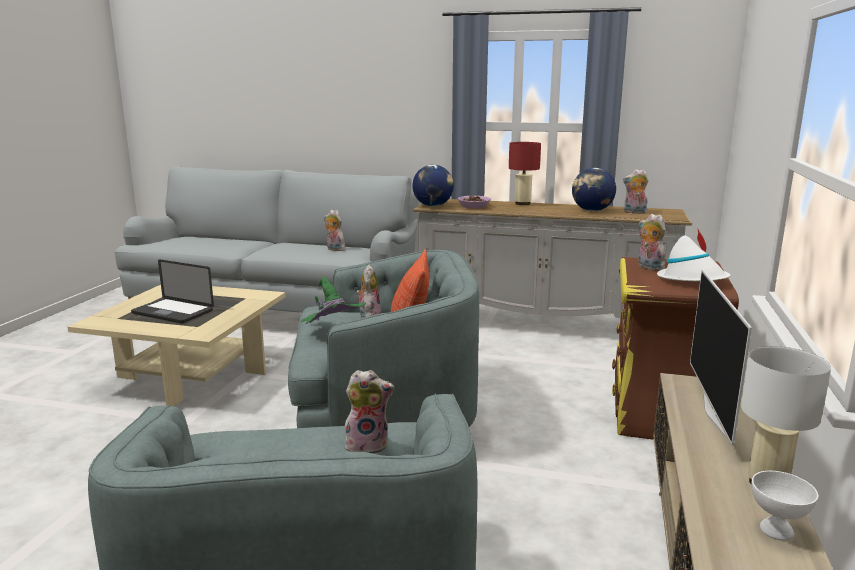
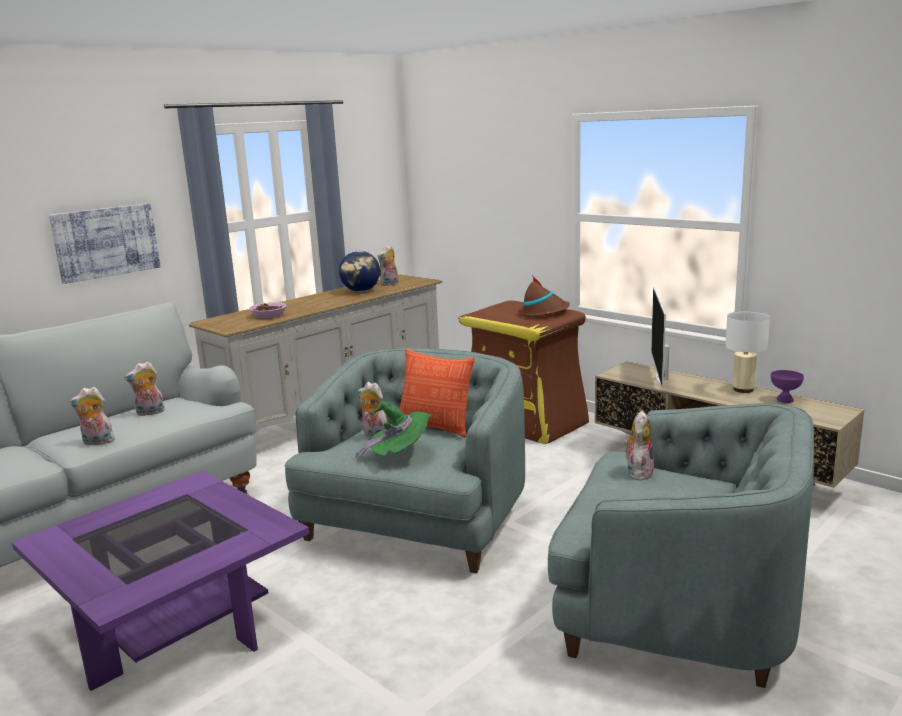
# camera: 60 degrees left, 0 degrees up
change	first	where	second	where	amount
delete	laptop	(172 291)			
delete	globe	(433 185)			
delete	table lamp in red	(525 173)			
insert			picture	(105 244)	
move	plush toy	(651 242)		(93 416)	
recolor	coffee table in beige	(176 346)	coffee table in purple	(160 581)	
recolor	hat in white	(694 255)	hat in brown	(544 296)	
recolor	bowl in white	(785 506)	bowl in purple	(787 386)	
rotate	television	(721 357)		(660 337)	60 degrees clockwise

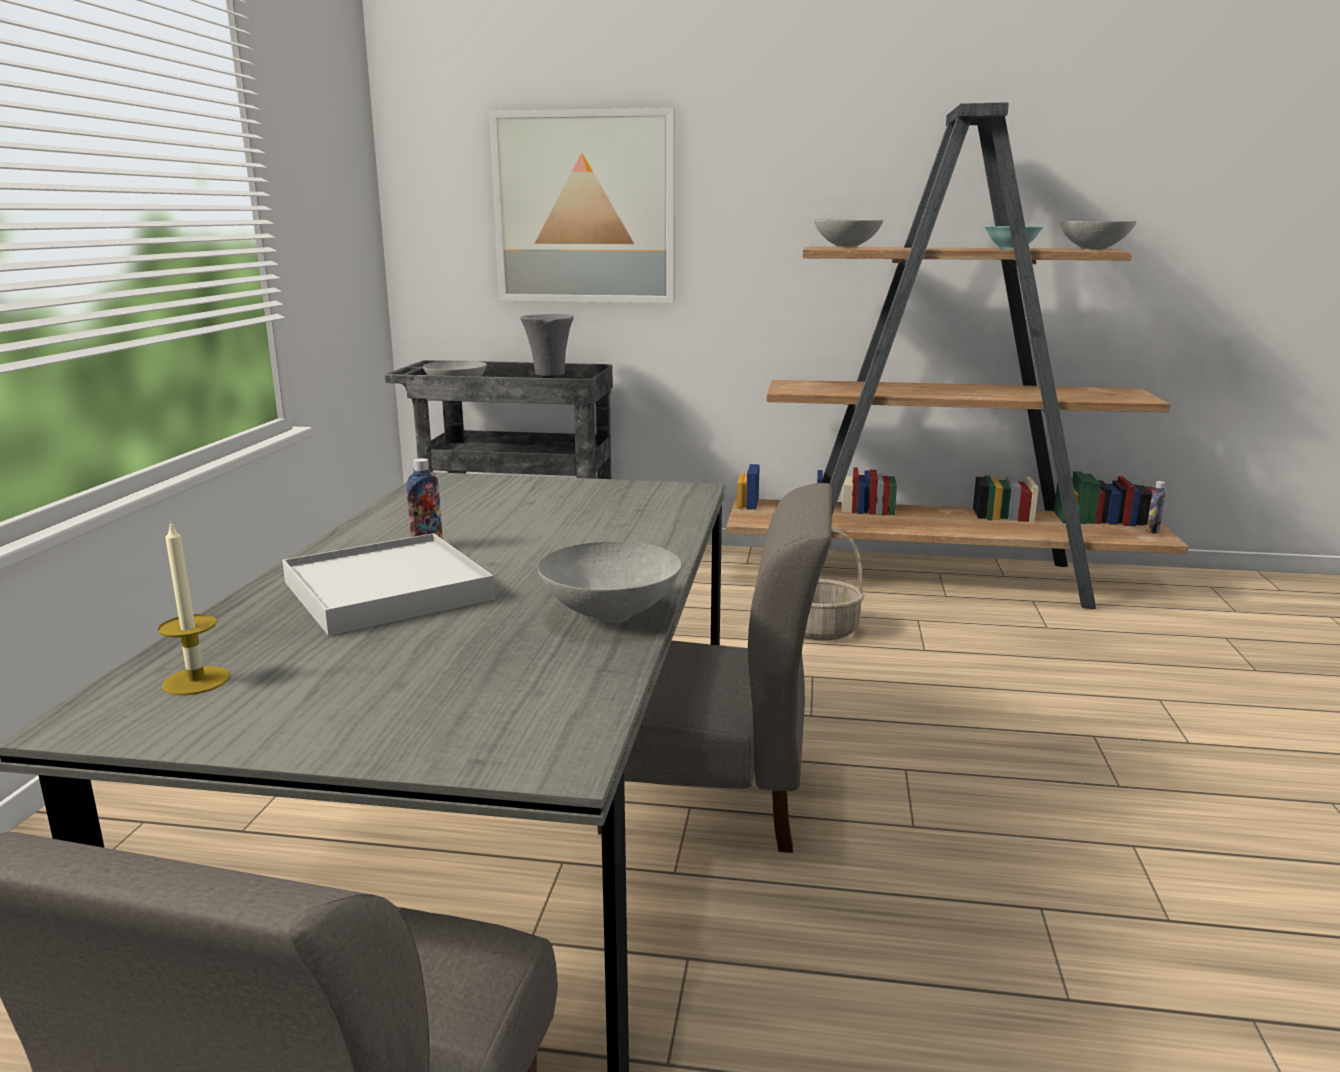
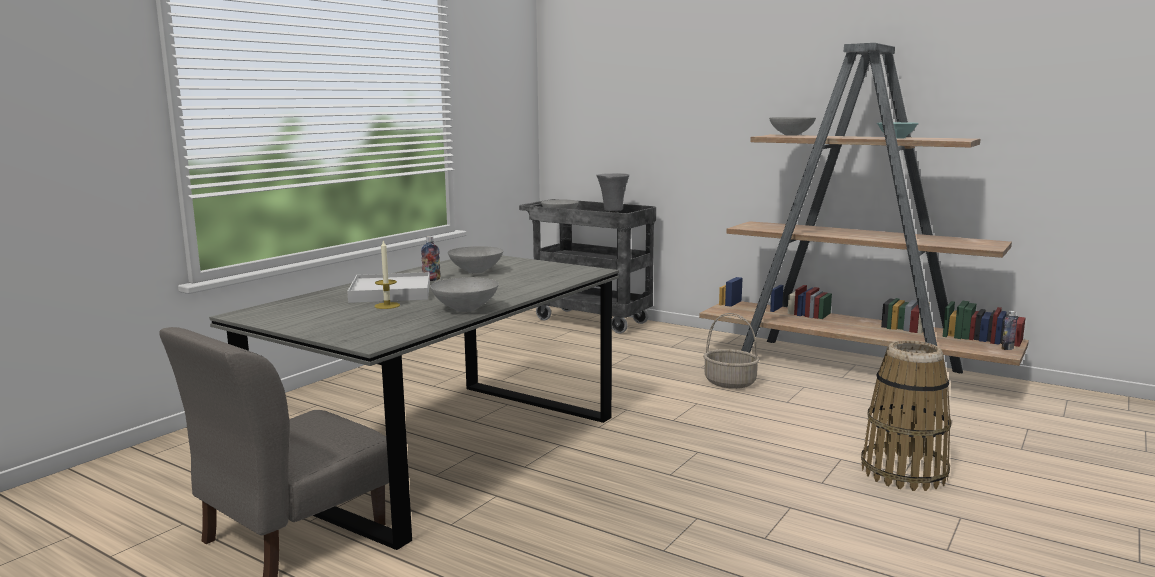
# camera: 25 degrees right, 5 degrees down
change	first	where	second	where	amount
delete	picture	(582 205)			
delete	chair in grey	(714 668)			
insert			basket	(906 415)	
move	candle	(193 608)		(387 275)	
move	bowl in grey	(1098 235)		(475 259)	

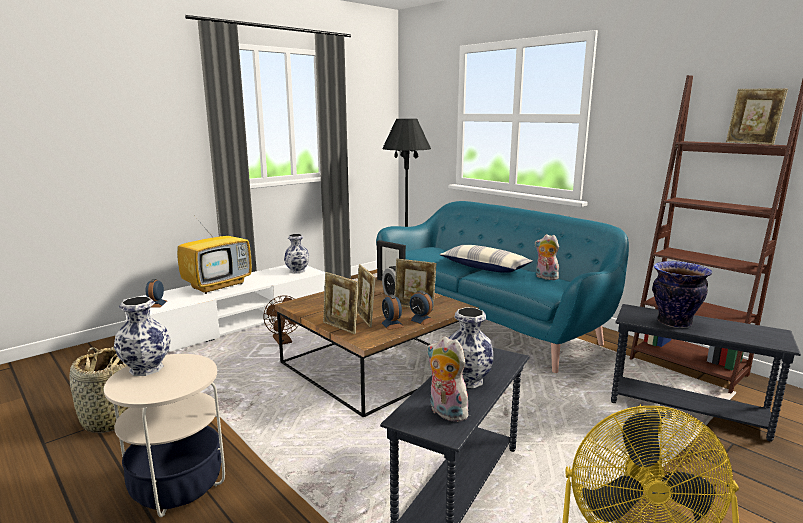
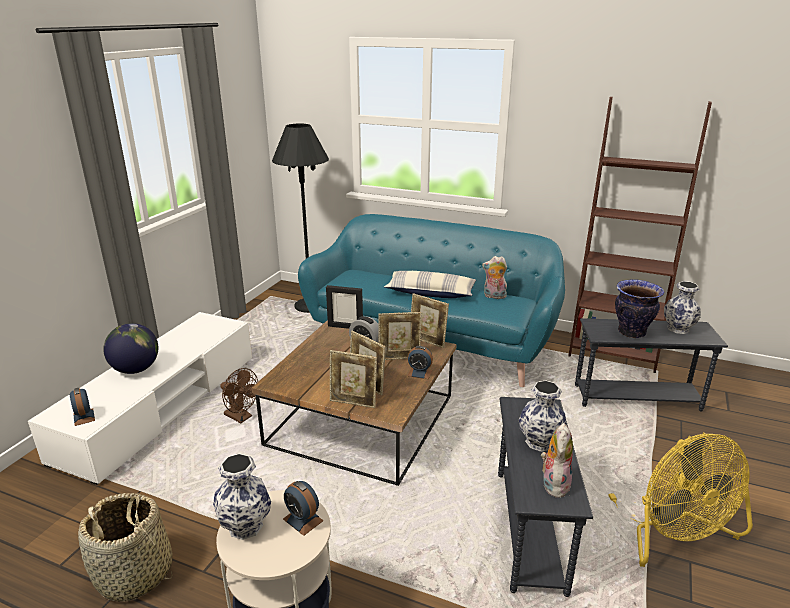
# camera: 25 degrees left, 10 degrees up
change	first	where	second	where	amount
move	vase	(296 254)		(682 307)	
move	alarm clock	(392 312)		(303 508)	
move	picture frame	(757 116)		(430 320)	
replace	television	(214 251)	globe	(130 348)	
rotate	plush toy	(447 379)		(557 460)	90 degrees clockwise

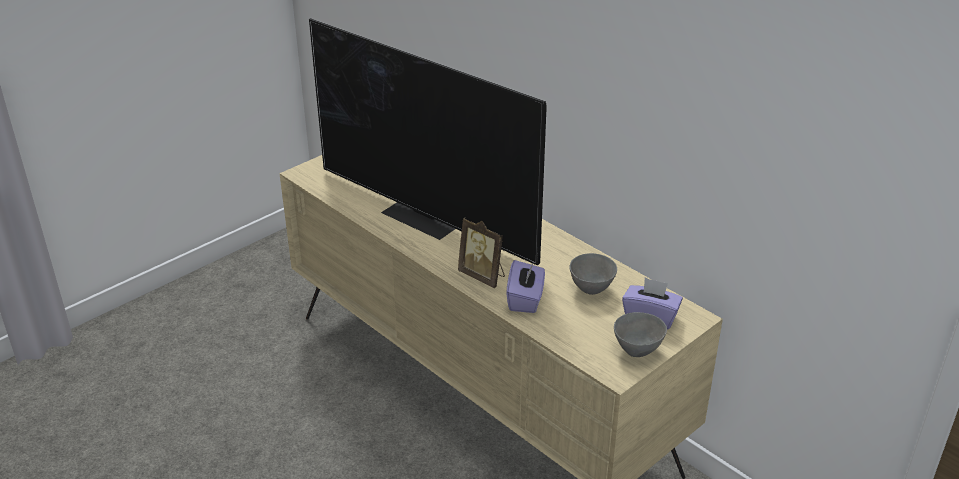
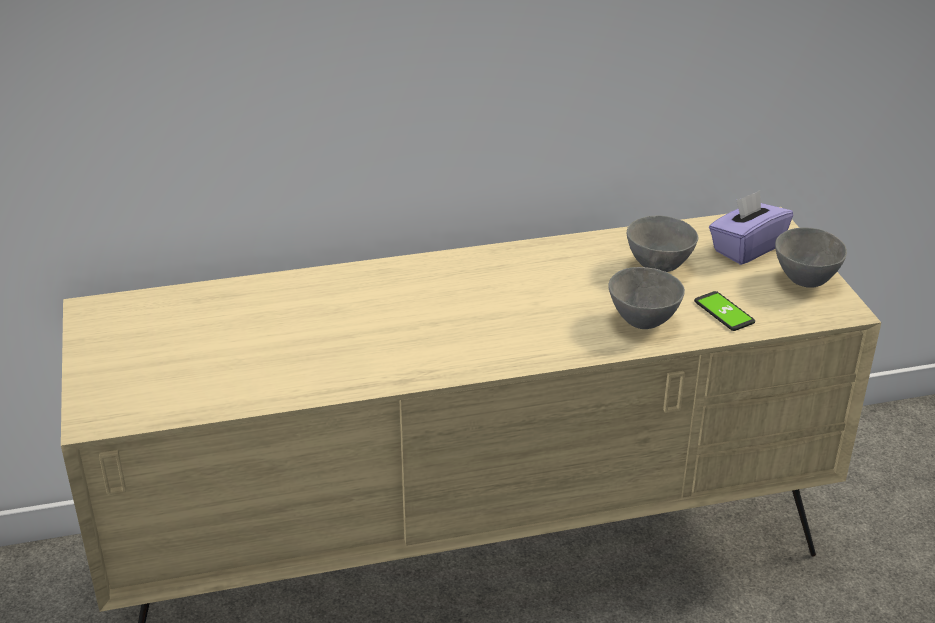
# camera: 60 degrees left, 0 degrees up
change	first	where	second	where	amount
delete	television	(428 141)			
delete	picture frame	(481 253)			
insert			phone	(724 311)	
replace	tissue box in purple	(526 286)	bowl in grey	(646 298)	

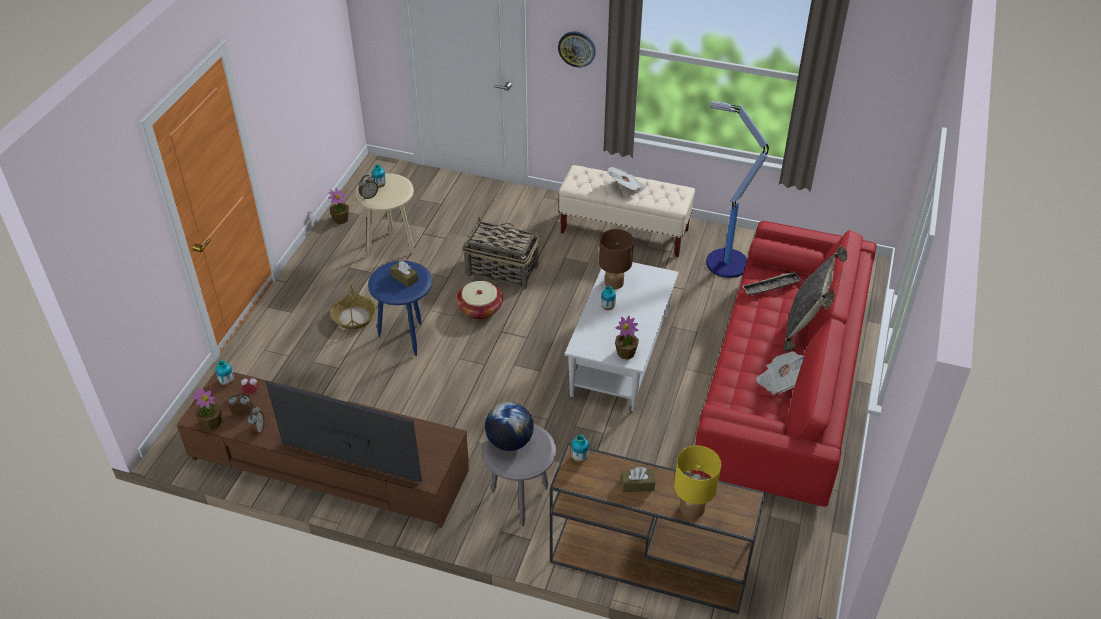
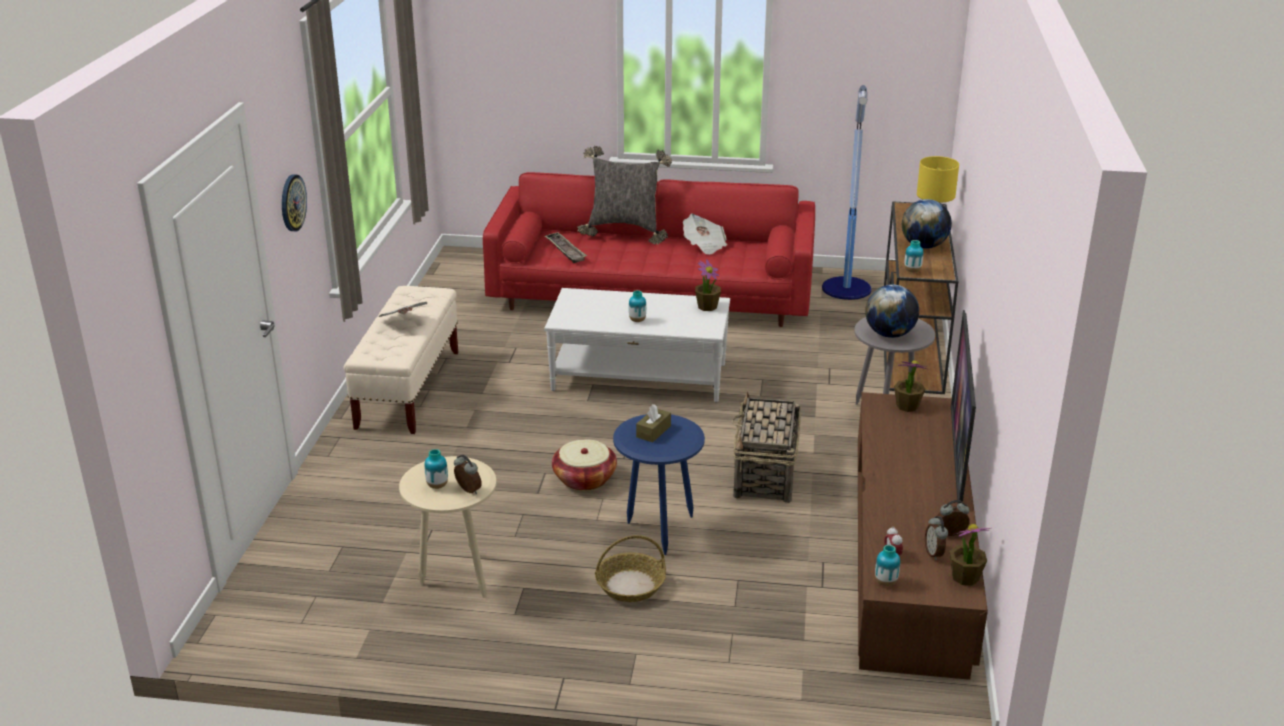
# camera: 100 degrees left, 15 degrees down
change	first	where	second	where	amount
delete	table lamp in brown	(616 259)			
move	potted plant	(338 206)		(910 386)	
move	basket	(501 253)		(766 447)	
move	floor lamp	(737 189)		(846 192)	
replace	tissue box in brown	(638 479)	globe	(927 224)	

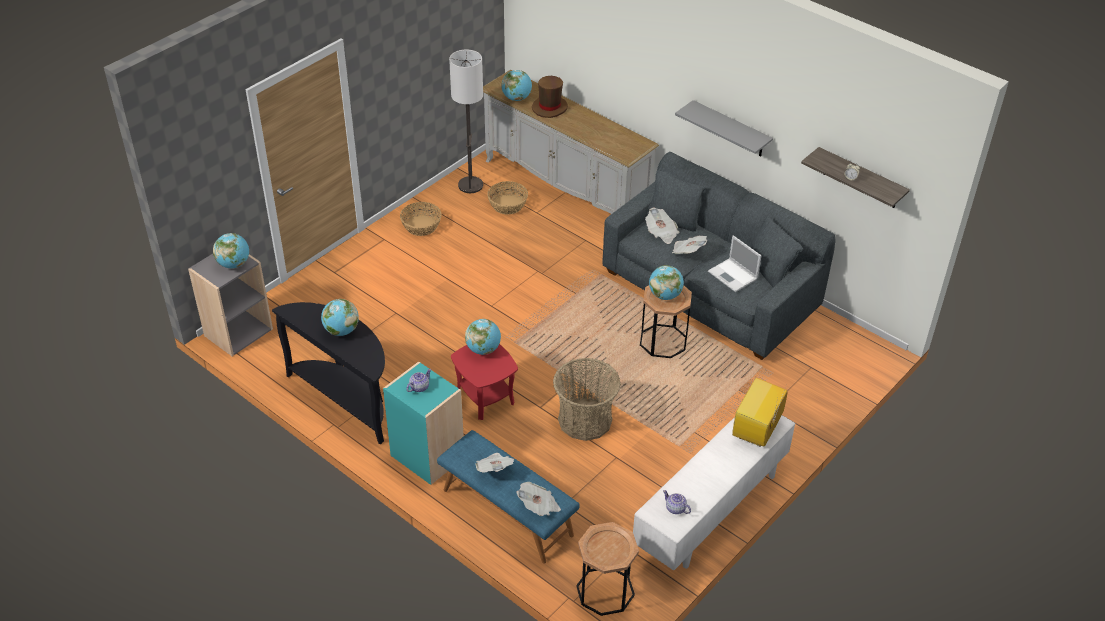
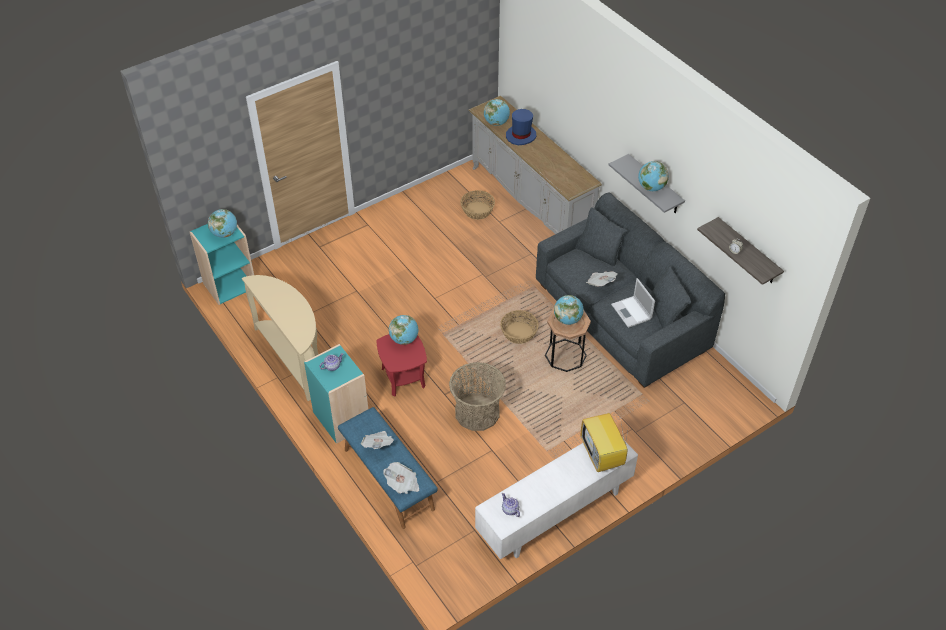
# camera: 15 degrees right, 5 degrees up
change	first	where	second	where	amount
delete	floor lamp	(466 121)			
delete	side table in brown	(607 569)			
delete	newspaper	(662 226)			
move	globe	(340 317)		(653 176)	
move	basket	(420 219)		(519 327)	
recolor	bookcase in grey	(230 305)	bookcase in turquoise	(222 264)	
recolor	console table in black	(328 373)	console table in beige	(280 338)	
recolor	hat in brown	(550 97)	hat in blue	(521 127)	
rotate	television	(760 412)		(605 442)	60 degrees counterclockwise

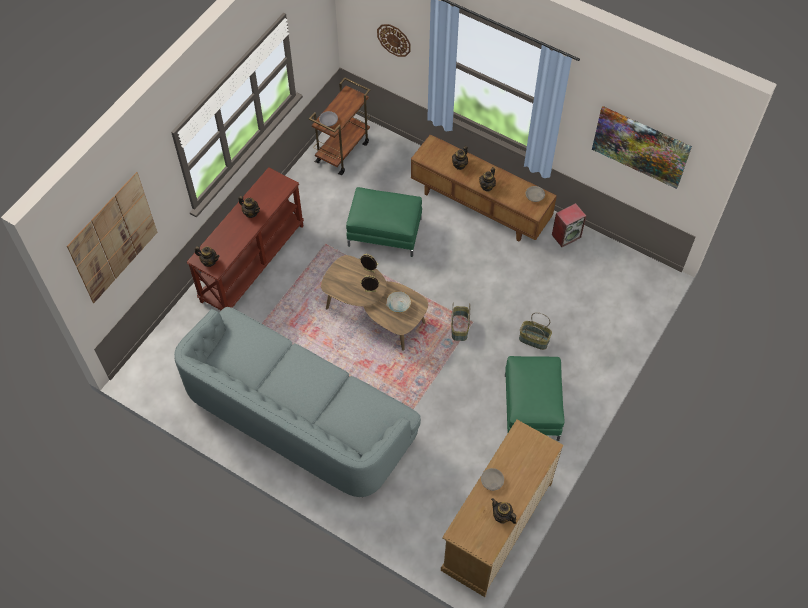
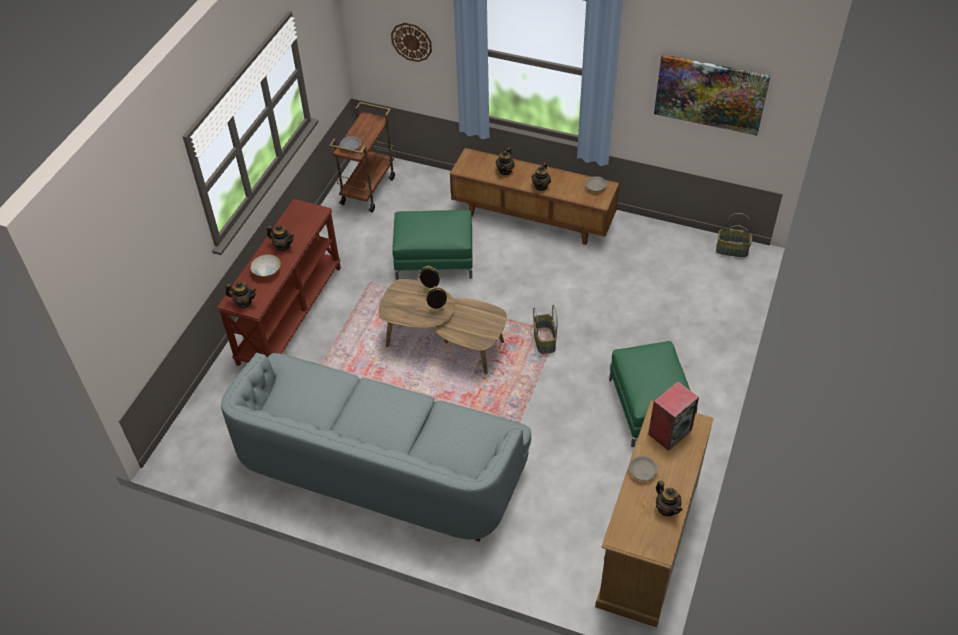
# camera: 10 degrees left, 10 degrees down
change	first	where	second	where	amount
delete	picture	(112 237)			
move	bowl	(398 302)		(265 266)	
move	basket	(535 331)		(734 235)	
move	speaker	(569 225)		(673 416)	
rotate	teapot	(503 511)		(669 498)	150 degrees counterclockwise

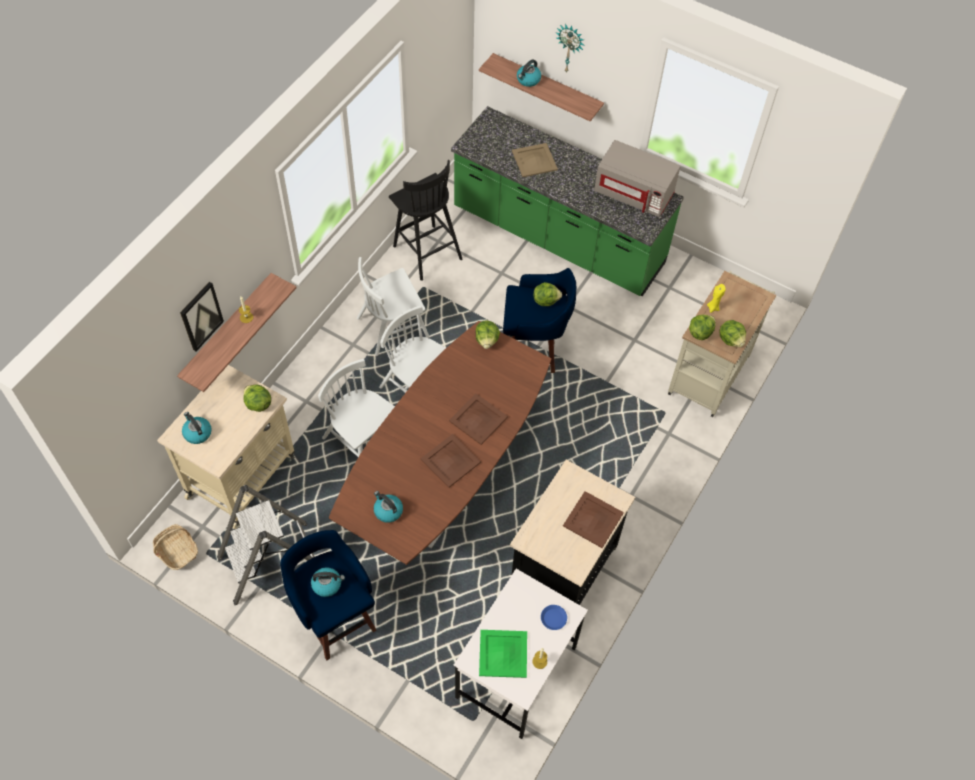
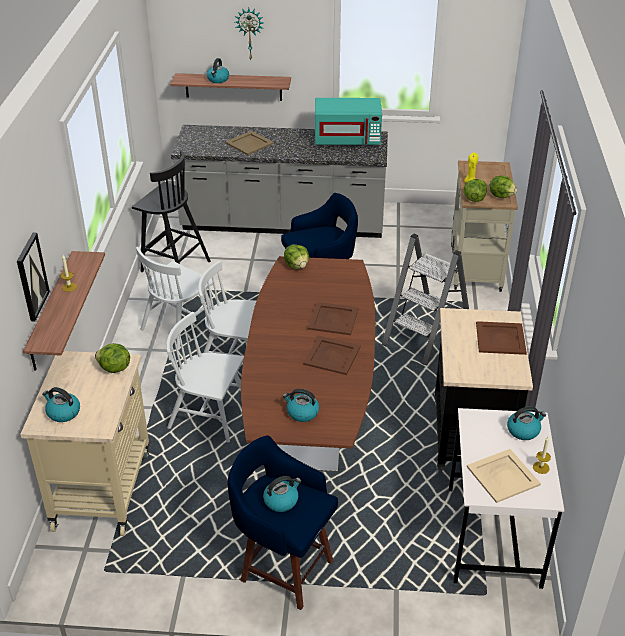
# camera: 25 degrees left, 20 degrees down
change	first	where	second	where	amount
delete	basket	(175 547)			
delete	lettuce	(548 294)			
move	step ladder in grey	(266 545)		(425 299)	
replace	plate in blue	(554 617)	kettle	(526 423)	
recolor	counter in green	(567 201)	counter in grey	(279 181)	
recolor	tray in green	(503 654)	tray in beige	(504 476)	
recolor	microwave in grey	(637 178)	microwave in turquoise	(348 121)	

